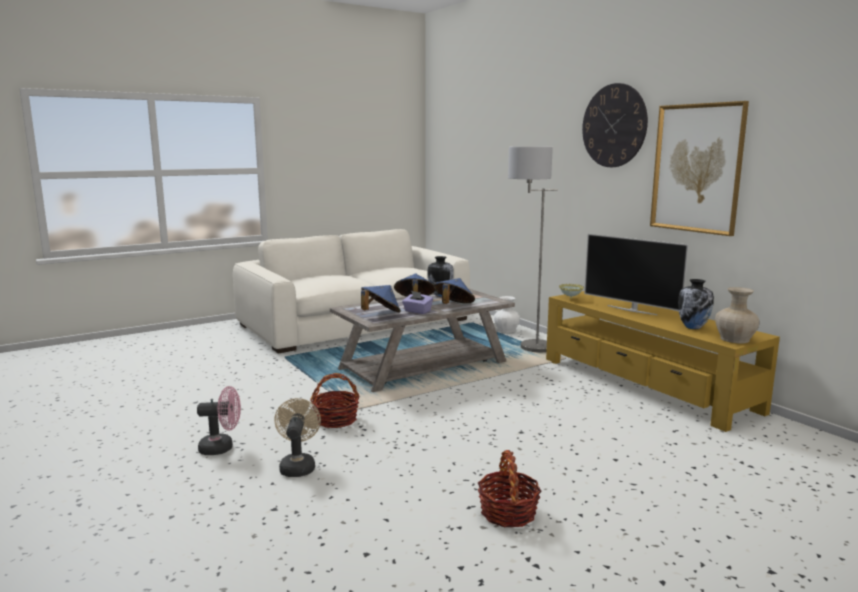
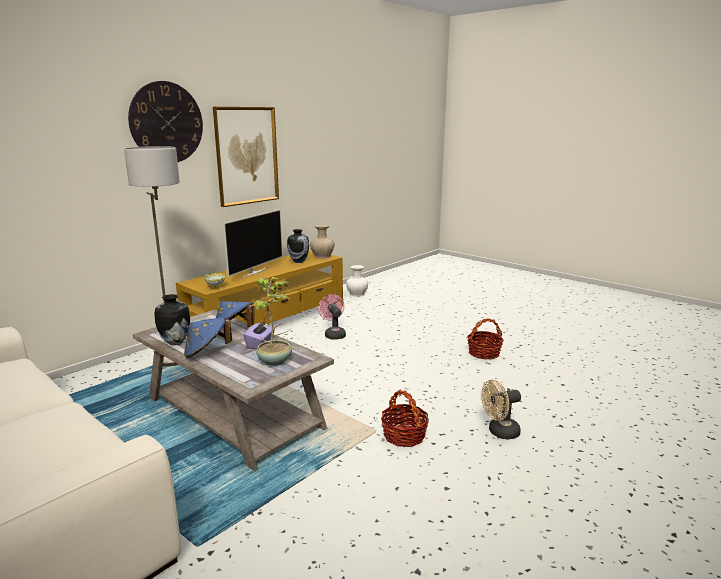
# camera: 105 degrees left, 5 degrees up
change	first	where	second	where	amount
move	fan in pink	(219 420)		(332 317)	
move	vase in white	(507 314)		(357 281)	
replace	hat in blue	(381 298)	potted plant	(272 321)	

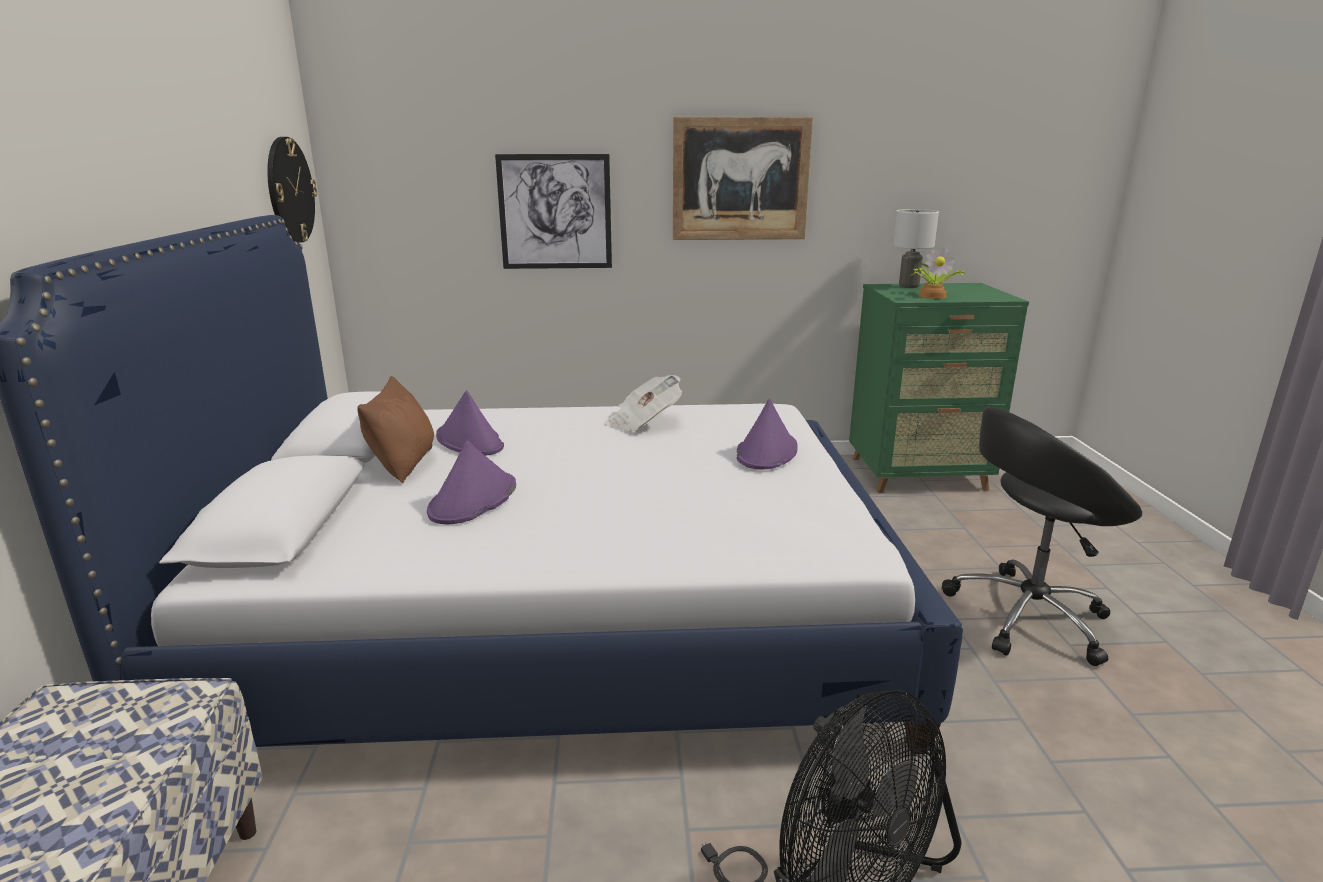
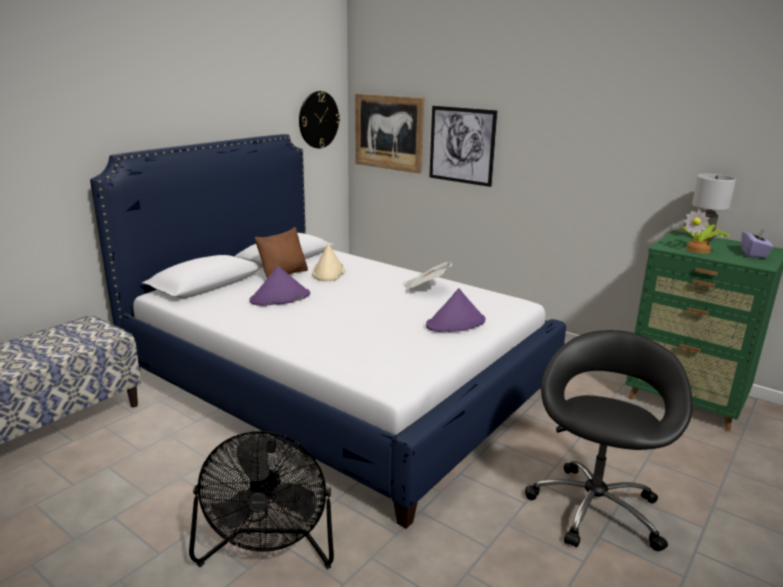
# camera: 40 degrees right, 0 degrees up
change	first	where	second	where	amount
insert			tissue box in purple	(757 243)	
move	picture	(743 178)		(389 133)	
recolor	hat in purple	(470 423)	hat in beige	(328 262)	
rotate	office chair in black	(1042 536)		(609 440)	90 degrees clockwise

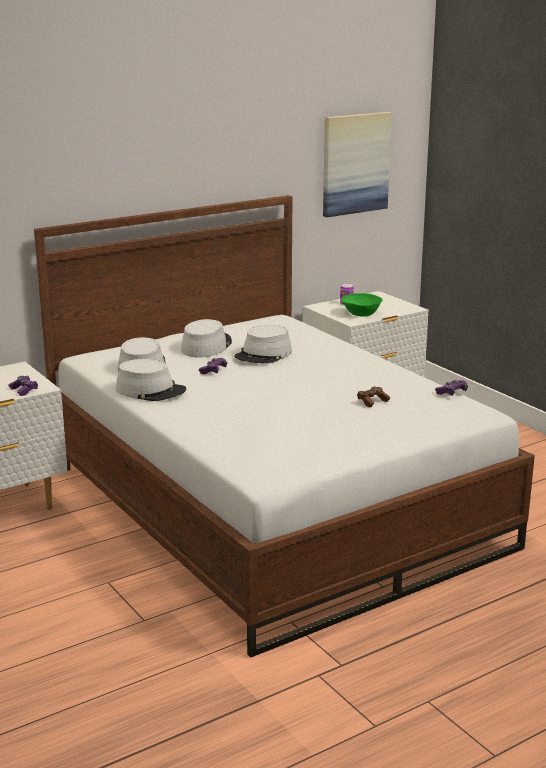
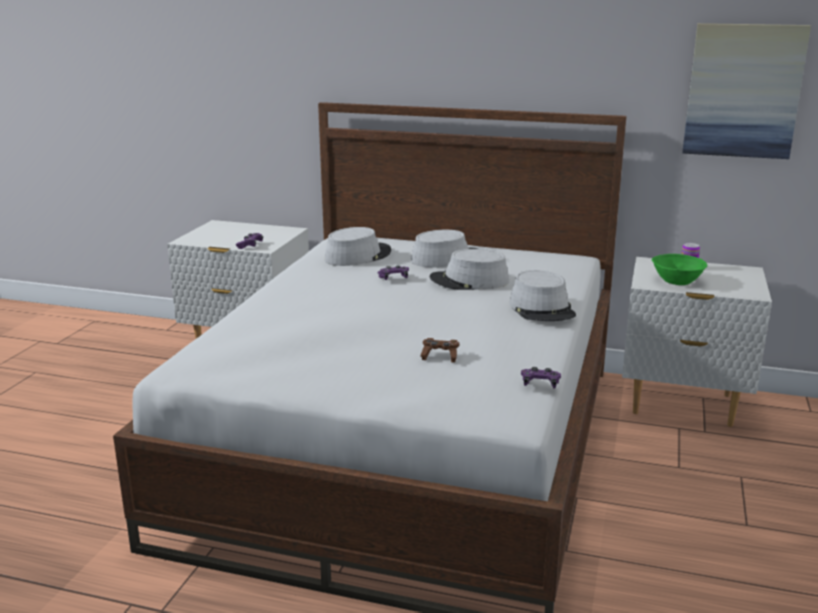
# camera: 50 degrees right, 0 degrees up
change	first	where	second	where	amount
move	hat in grey	(151 380)		(542 295)	

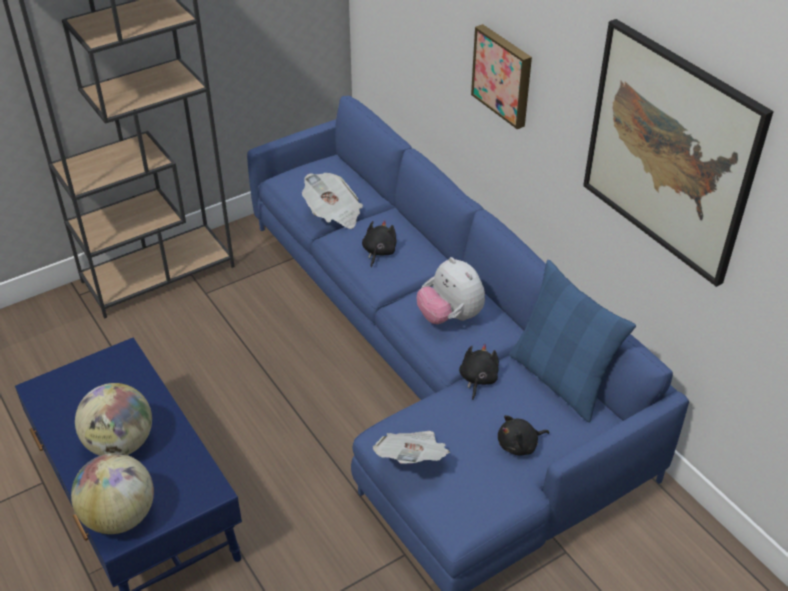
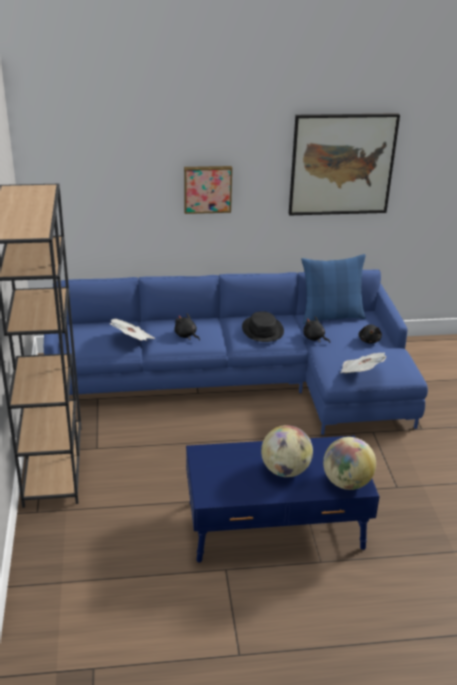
# camera: 65 degrees left, 10 degrees down
change	first	where	second	where	amount
replace	plush toy	(451 290)	hat in black	(263 326)	

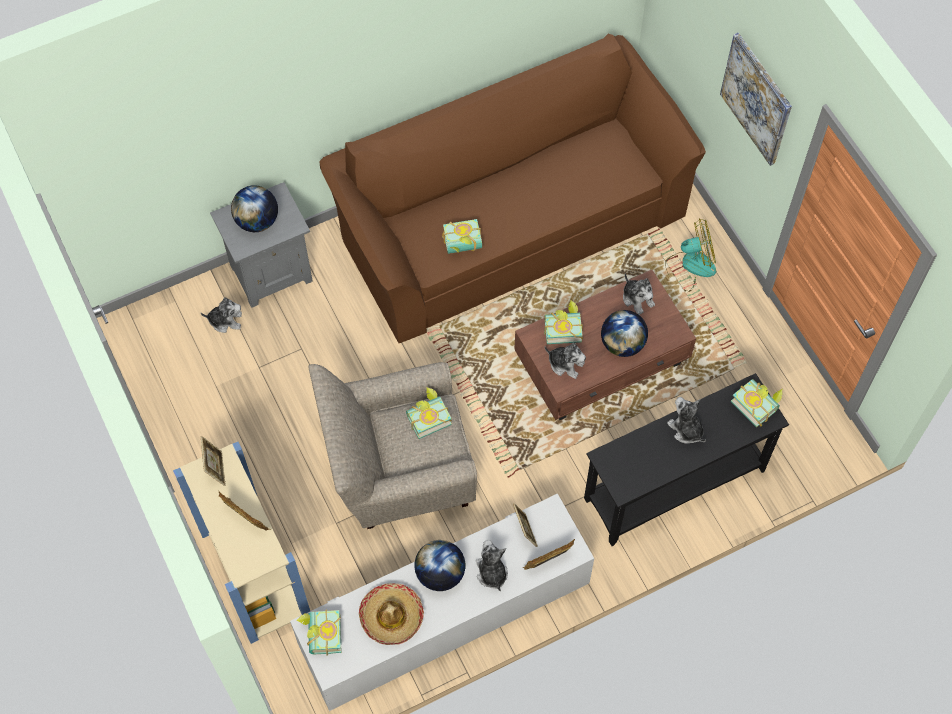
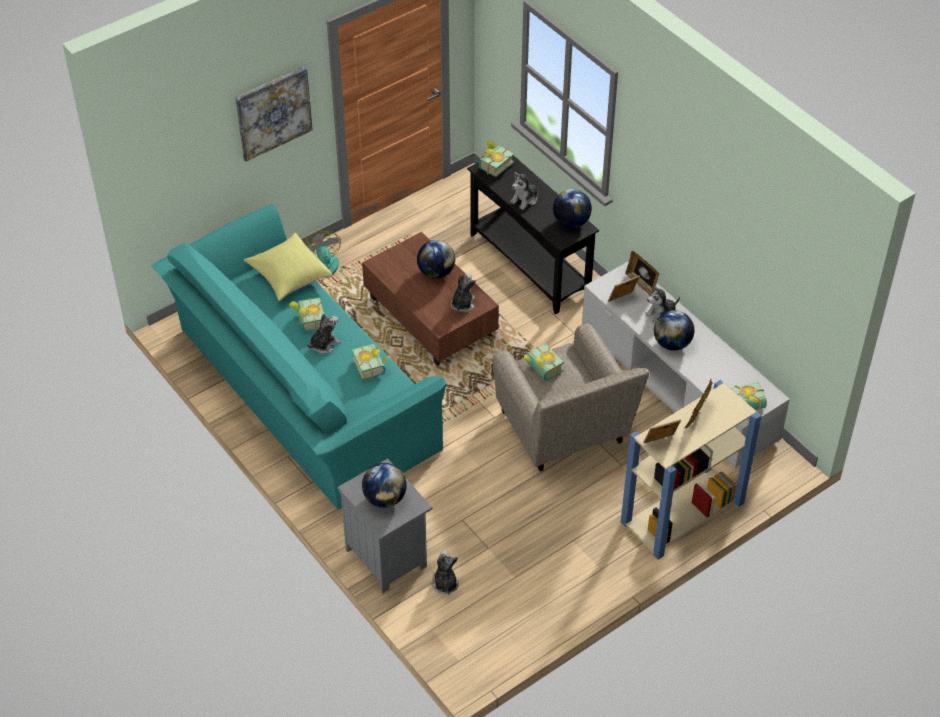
# camera: 100 degrees left, 15 degrees down
change	first	where	second	where	amount
delete	hat	(391 614)			
insert			pillow in yellow	(288 267)	
insert			globe	(572 208)	
move	book	(563 322)		(306 315)	
move	plush toy	(639 294)		(324 334)	
recolor	sofa in brown	(512 188)	sofa in turquoise	(299 356)	

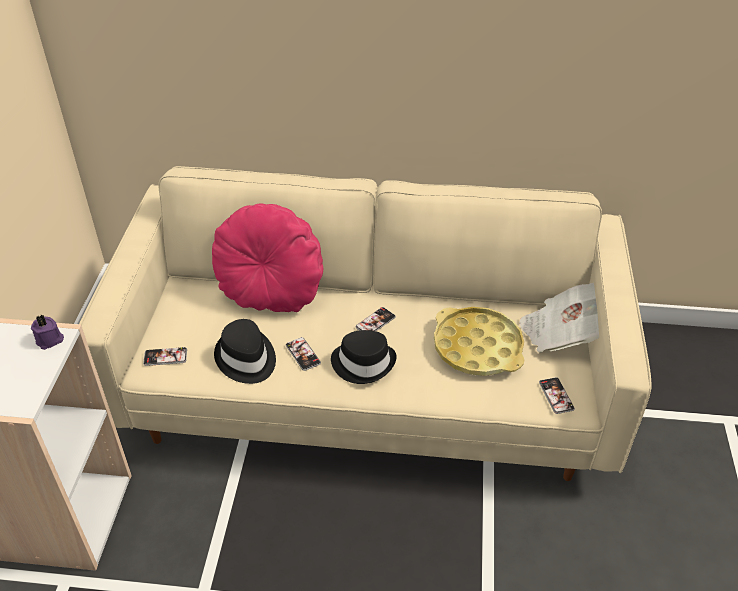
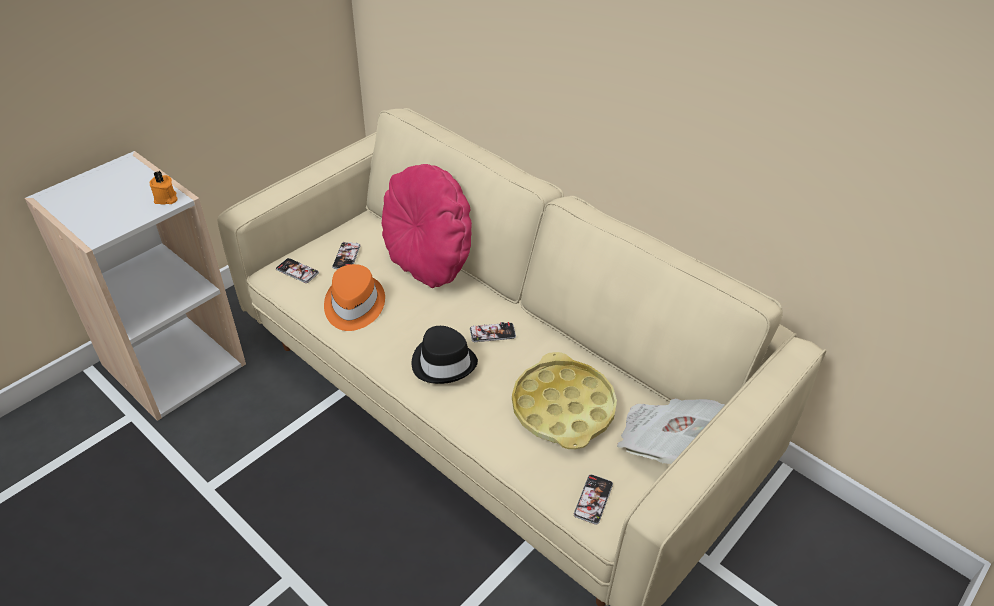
# camera: 35 degrees right, 0 degrees up
change	first	where	second	where	amount
move	phone	(303 354)		(346 255)	
recolor	candle in purple	(47 332)	candle in orange	(164 187)	
recolor	hat in black	(245 351)	hat in orange	(354 297)	

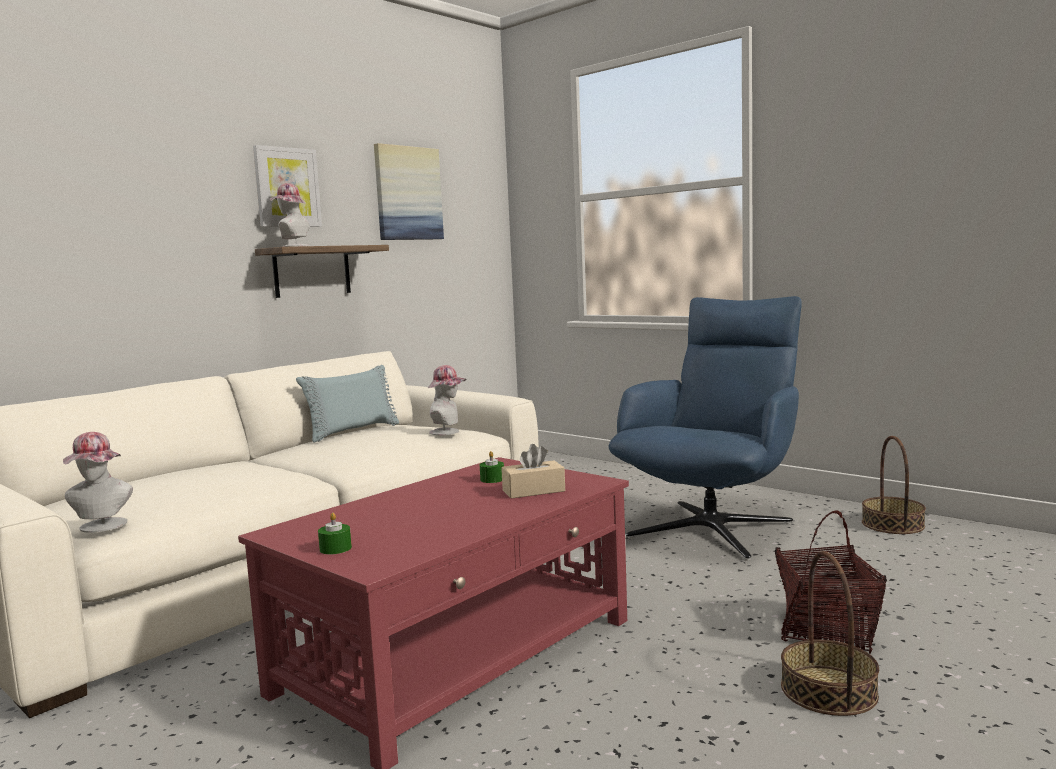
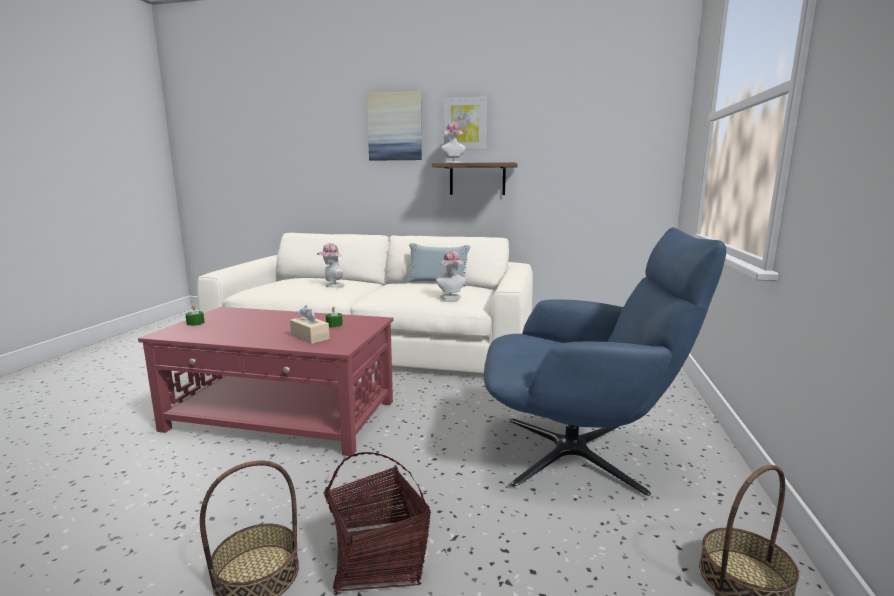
# camera: 60 degrees right, 5 degrees up
change	first	where	second	where	amount
move	hat	(98 482)		(331 265)	
move	picture	(409 191)		(394 126)	

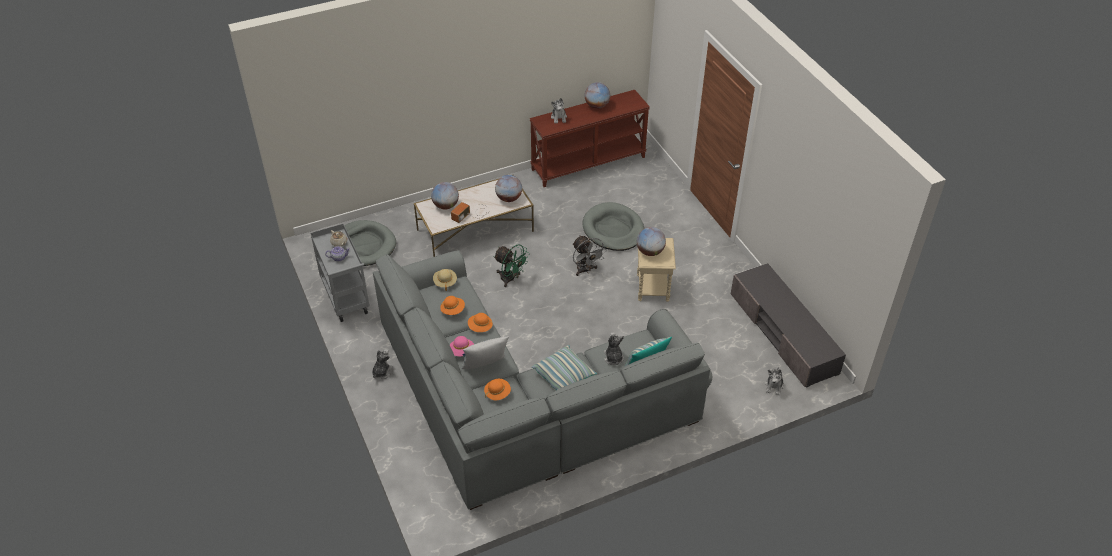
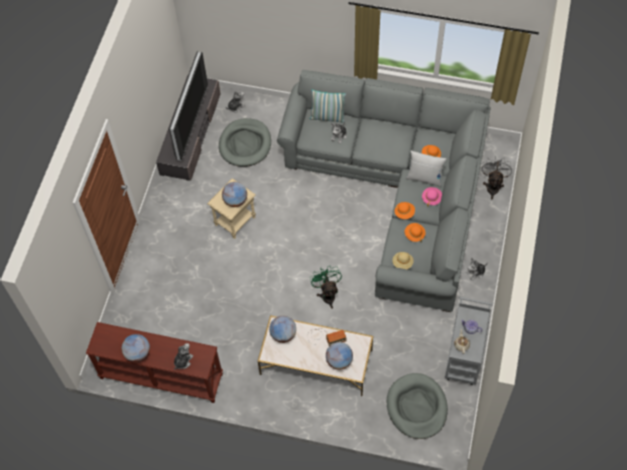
# camera: 140 degrees left, 15 degrees up
change	first	where	second	where	amount
delete	pillow	(564 367)			
insert			television	(188 106)	
move	fan in grey	(590 255)		(497 177)	
move	dog bed in grey	(613 226)		(245 142)	

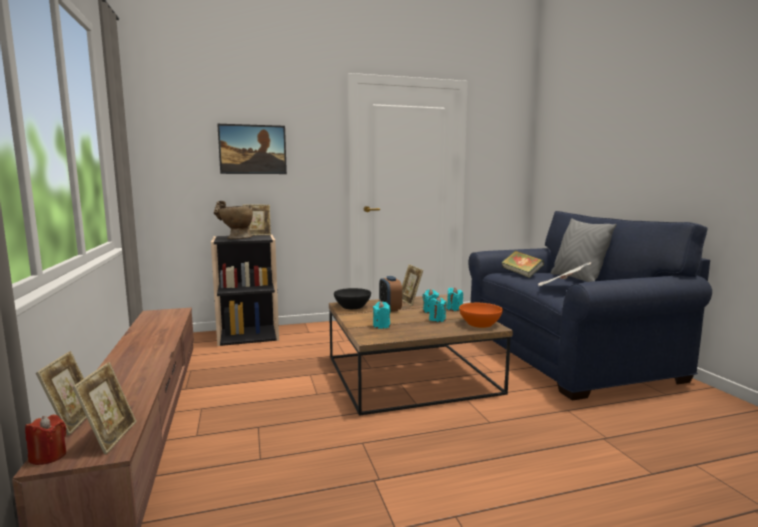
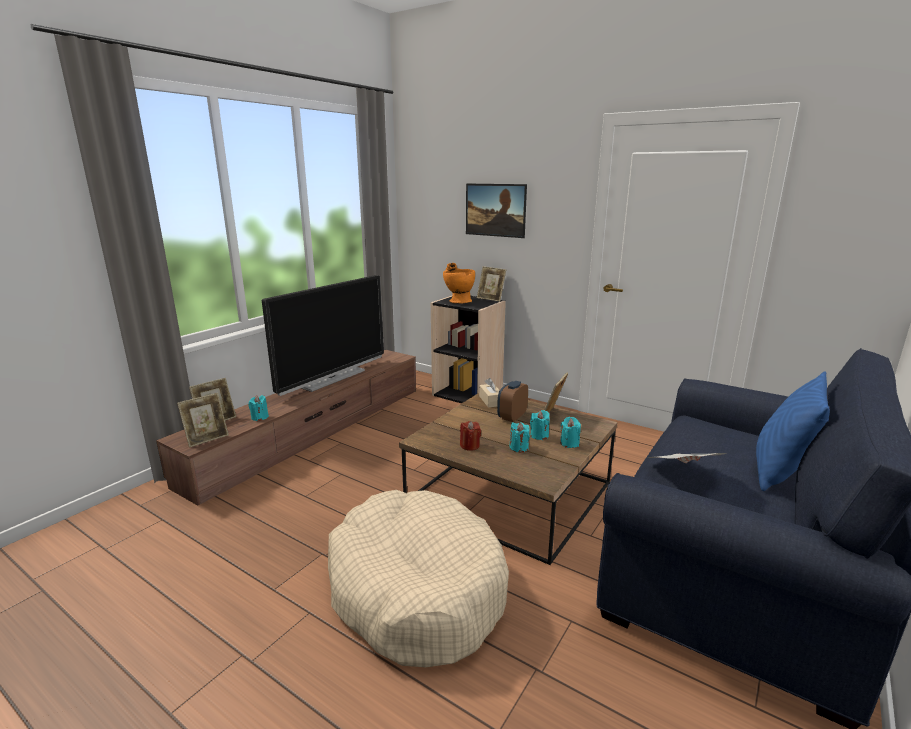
# camera: 50 degrees right, 10 degrees up
change	first	where	second	where	amount
delete	bowl in orange	(481 315)			
delete	book	(522 264)			
insert			television	(323 335)	
insert			dog bed in beige	(418 578)	
move	candle in red	(45 440)		(470 436)	
move	candle in turquoise	(382 315)		(258 408)	
replace	bowl in black	(352 298)	tissue box in beige	(489 393)	
recolor	vase in beige	(233 220)	vase in orange	(459 283)	
recolor	pillow in grey	(584 250)	pillow in blue	(793 431)	

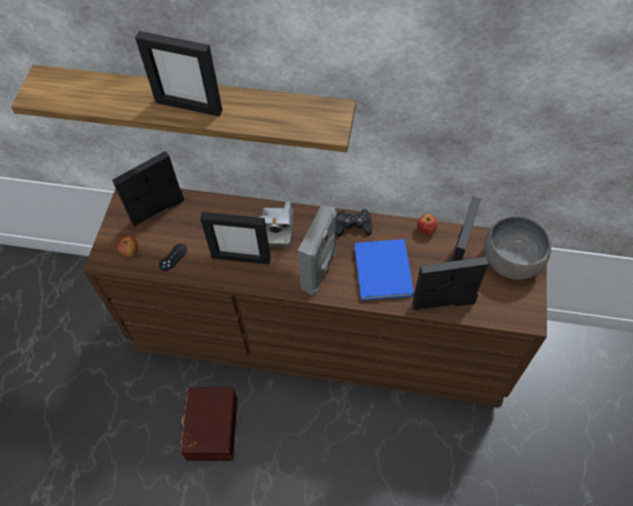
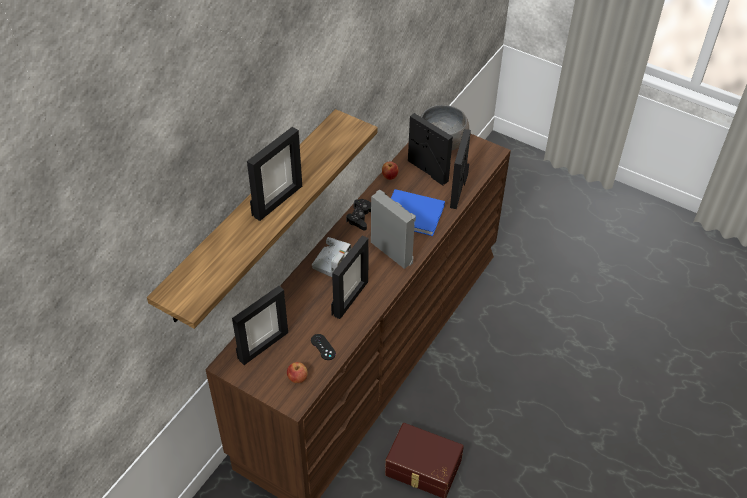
# camera: 70 degrees left, 10 degrees down
change	first	where	second	where	amount
rotate	picture frame	(148 189)		(260 325)	120 degrees counterclockwise

